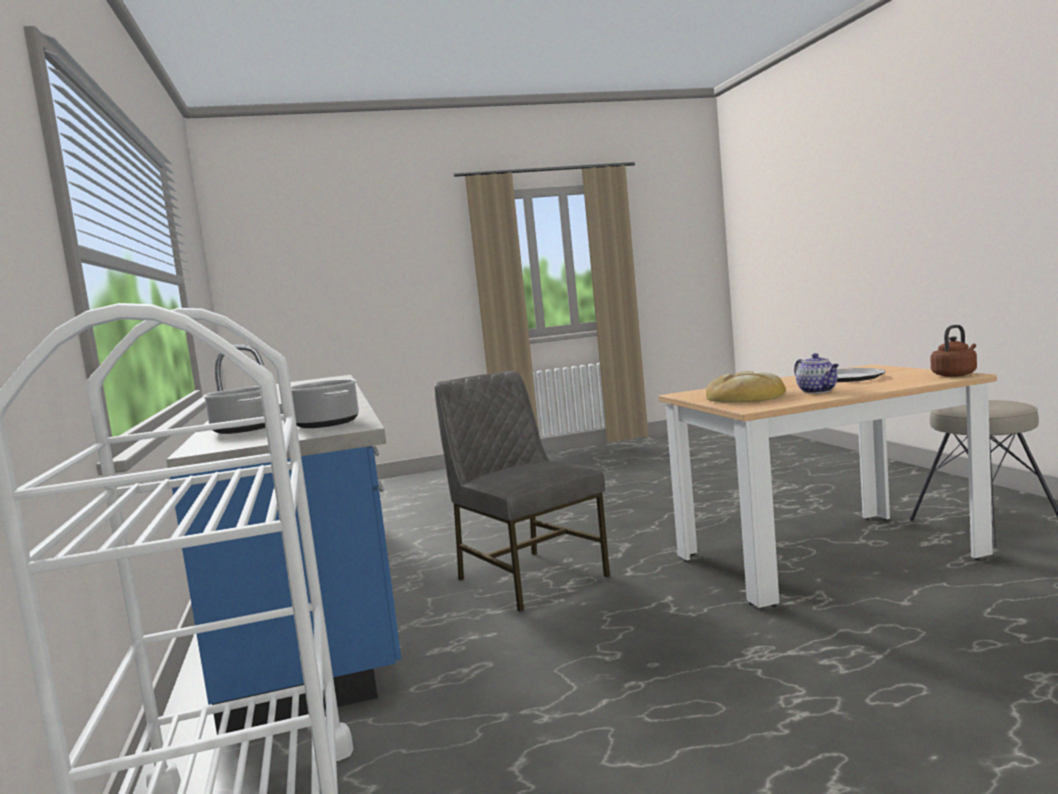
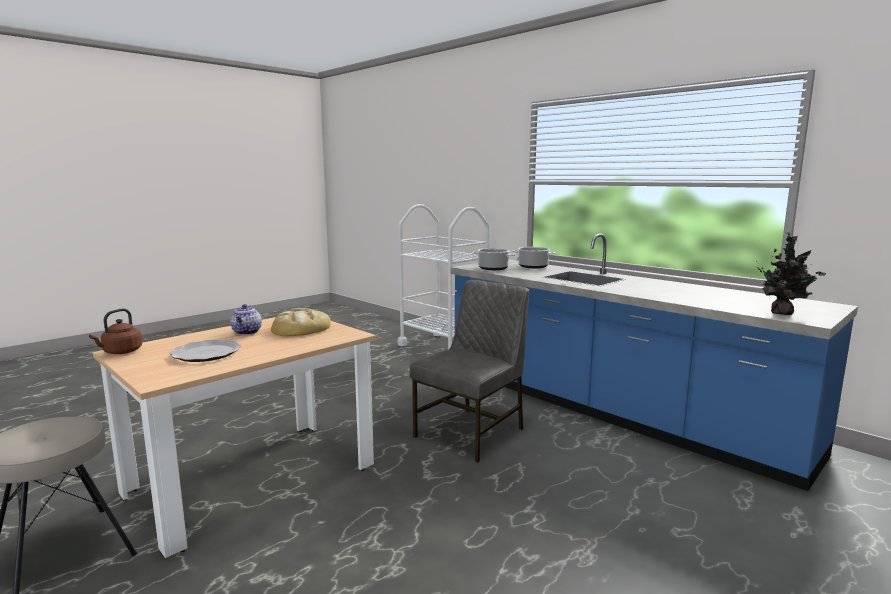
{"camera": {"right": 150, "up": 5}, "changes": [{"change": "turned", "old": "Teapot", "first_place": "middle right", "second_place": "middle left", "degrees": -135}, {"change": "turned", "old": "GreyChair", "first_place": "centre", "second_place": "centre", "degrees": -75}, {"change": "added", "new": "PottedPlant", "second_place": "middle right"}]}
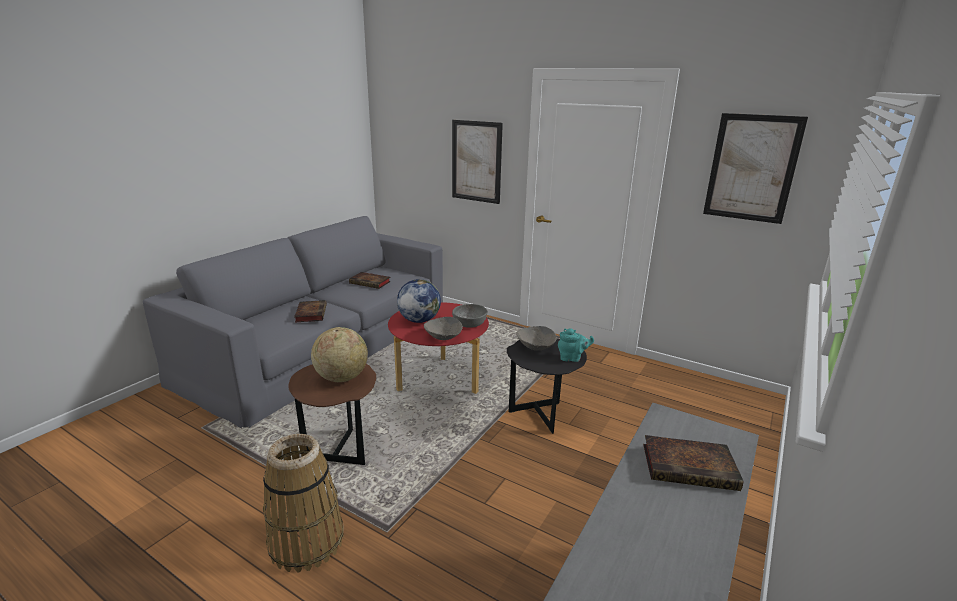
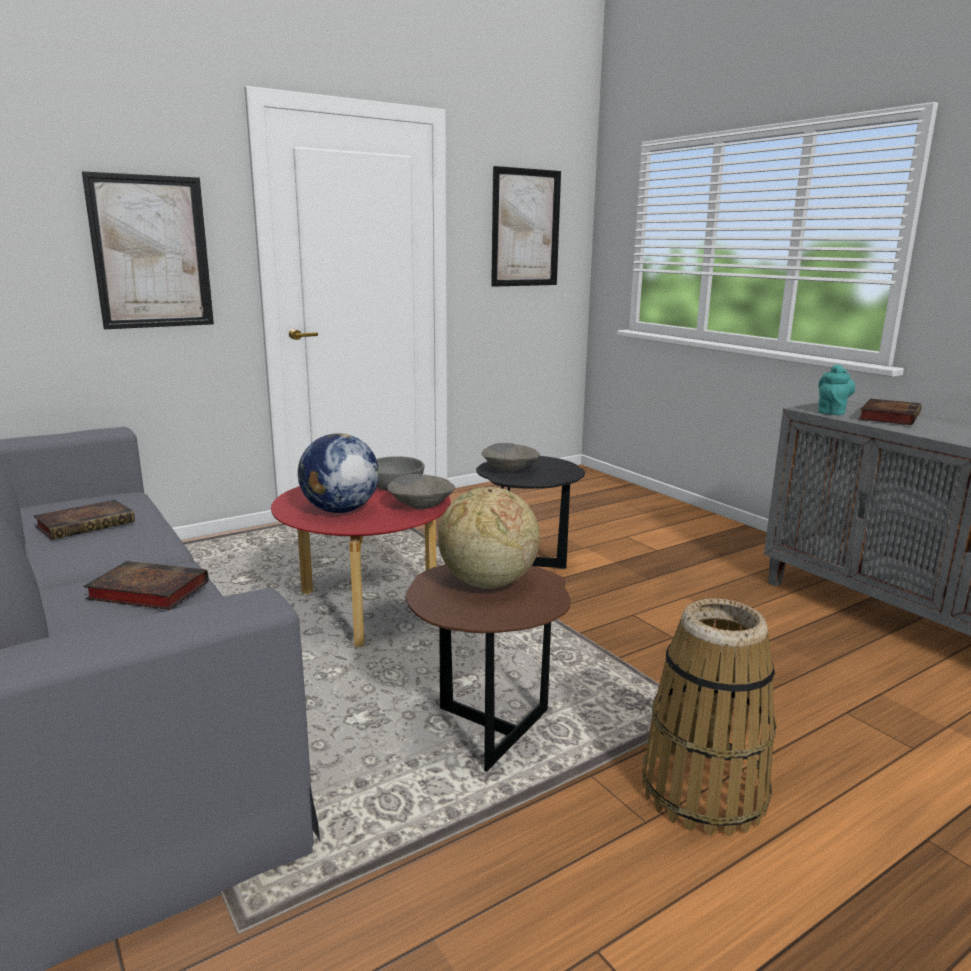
{"camera": {"right": -65, "up": -5}, "changes": [{"change": "moved", "old": "TurquoiseTeapot", "first_place": "centre", "second_place": "middle right"}]}
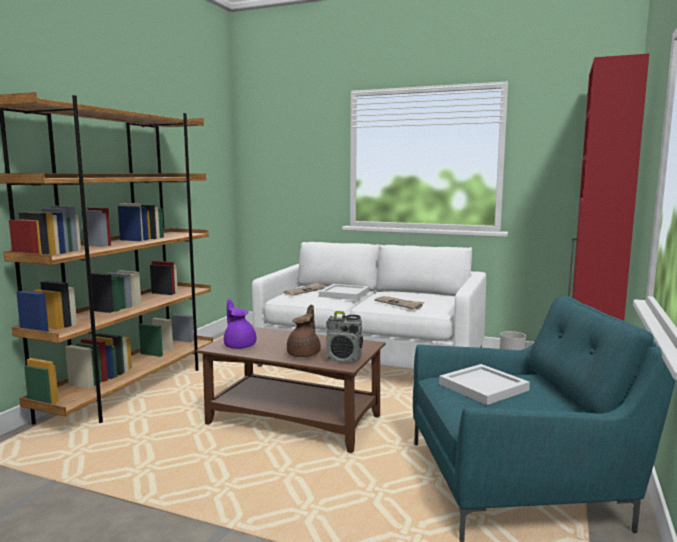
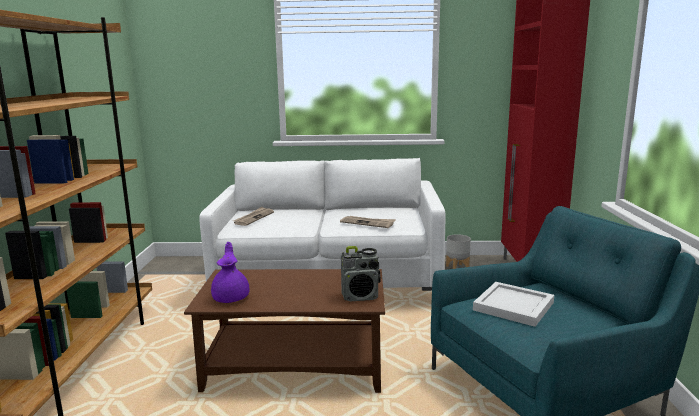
{"camera": {"right": -20, "up": 5}, "changes": [{"change": "removed", "old": "WhiteTray (1st from left)", "first_place": "centre"}, {"change": "turned", "old": "PurpleTeapot", "first_place": "centre", "second_place": "middle left", "degrees": 45}, {"change": "removed", "old": "BrownTeapot", "first_place": "centre"}]}
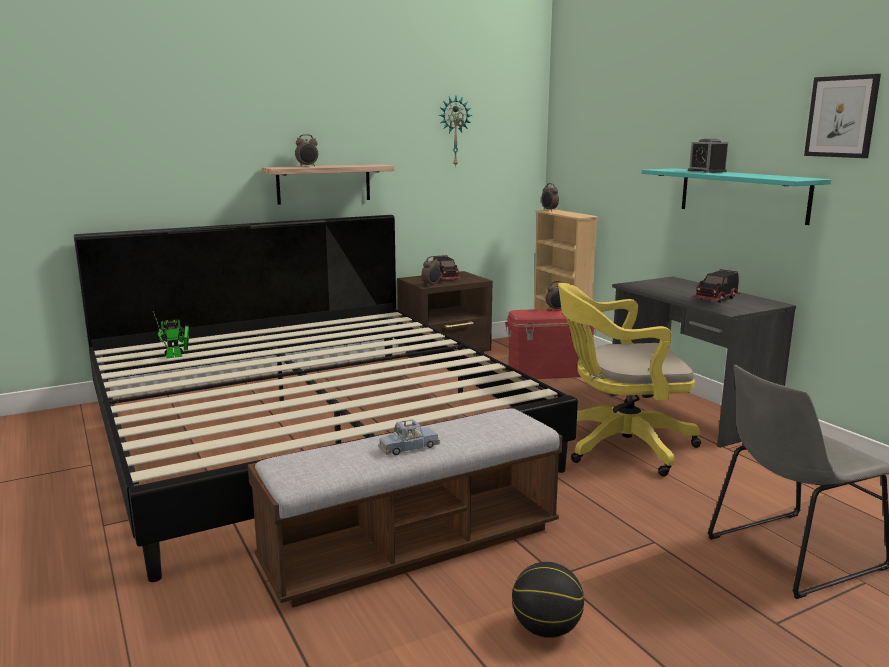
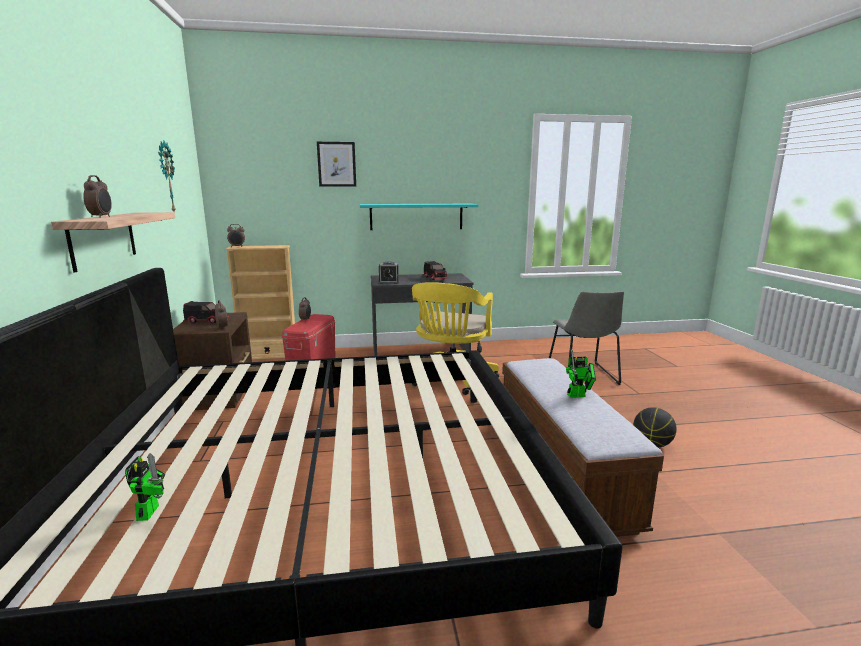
{"camera": {"right": -70, "up": 0}, "changes": [{"change": "moved", "old": "Picture", "first_place": "top right", "second_place": "top centre"}, {"change": "moved", "old": "AlarmClock (5th from left)", "first_place": "top right", "second_place": "centre"}, {"change": "replaced", "old": "BlueToyCar", "new": "ToyRobot (2nd from left)", "first_place": "centre", "second_place": "middle right"}]}
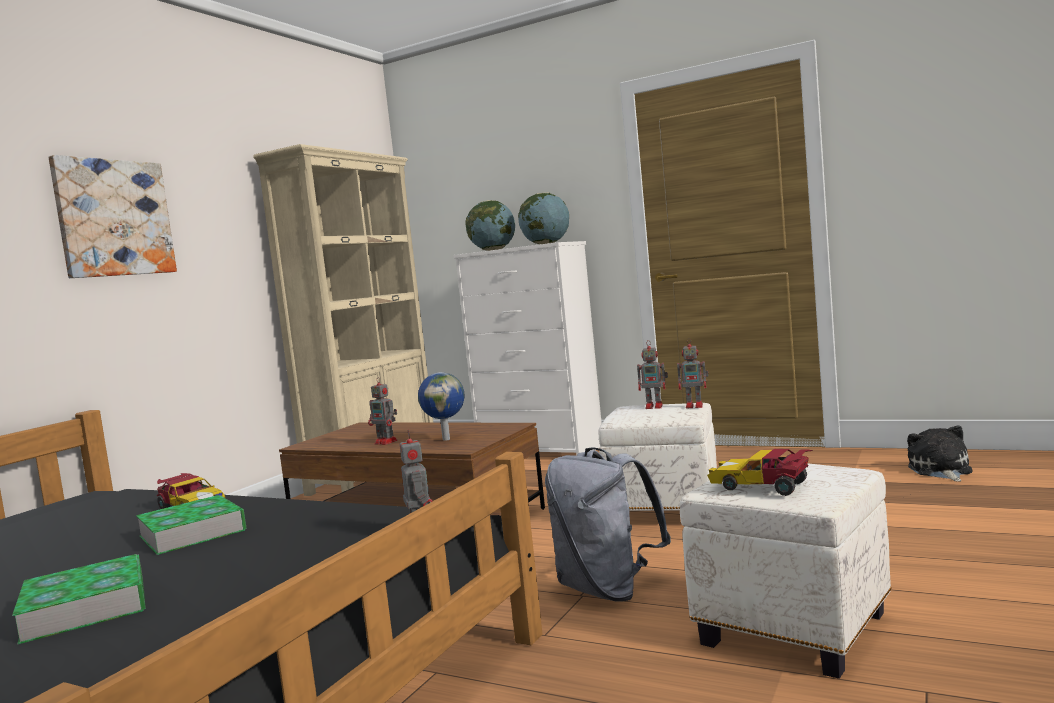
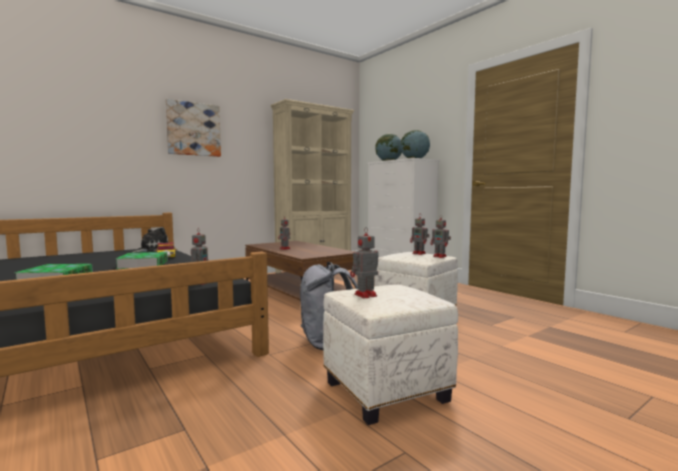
{"camera": {"right": 25, "up": 0}, "changes": [{"change": "removed", "old": "Globe (1st from left)", "first_place": "centre"}, {"change": "moved", "old": "PlushToy", "first_place": "middle right", "second_place": "middle left"}, {"change": "replaced", "old": "ToyCar (2nd from left)", "new": "ToyRobot (3rd from left)", "first_place": "bottom right", "second_place": "centre"}]}
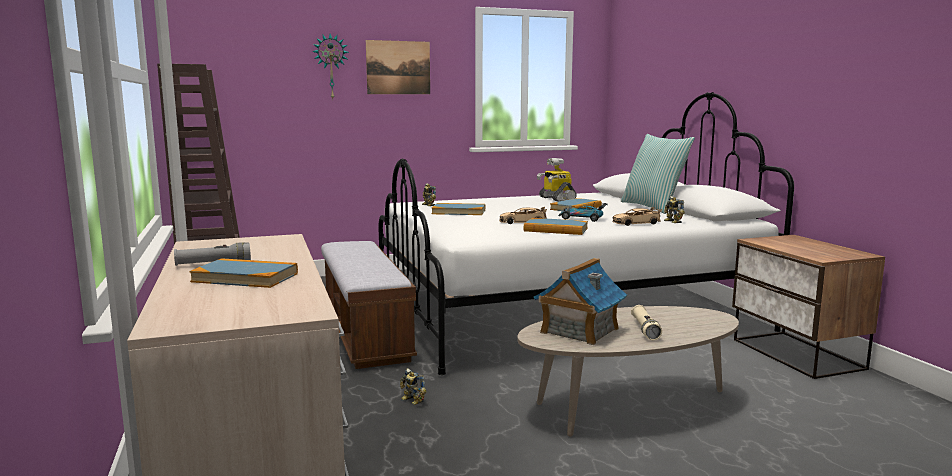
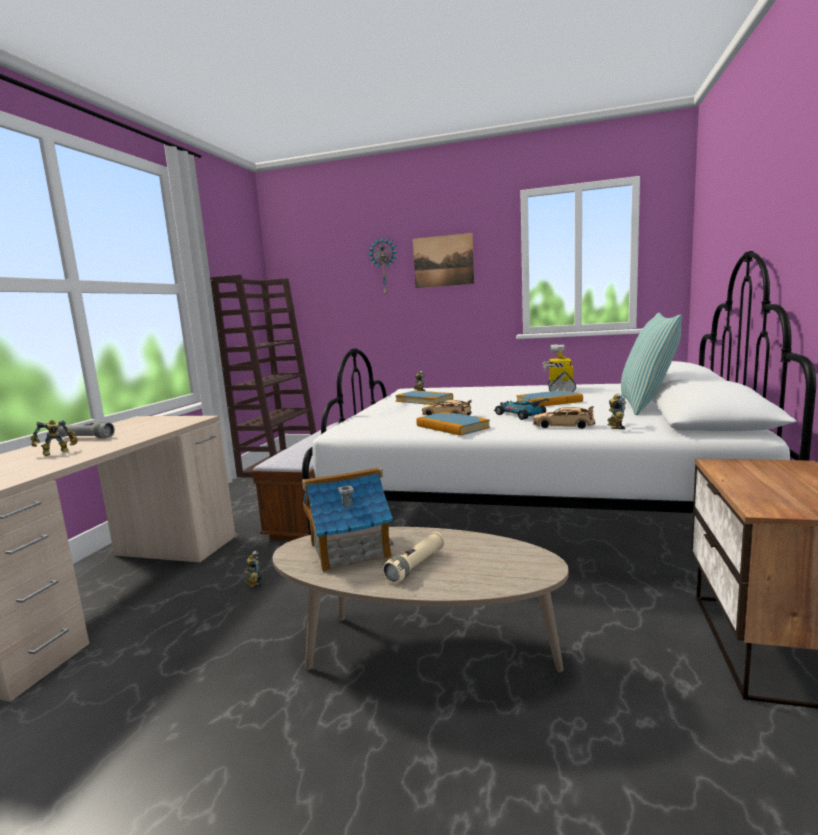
{"camera": {"right": 35, "up": 0}, "changes": [{"change": "replaced", "old": "Book (1st from left)", "new": "ToyRobot (1st from left)", "first_place": "middle left", "second_place": "middle left"}]}
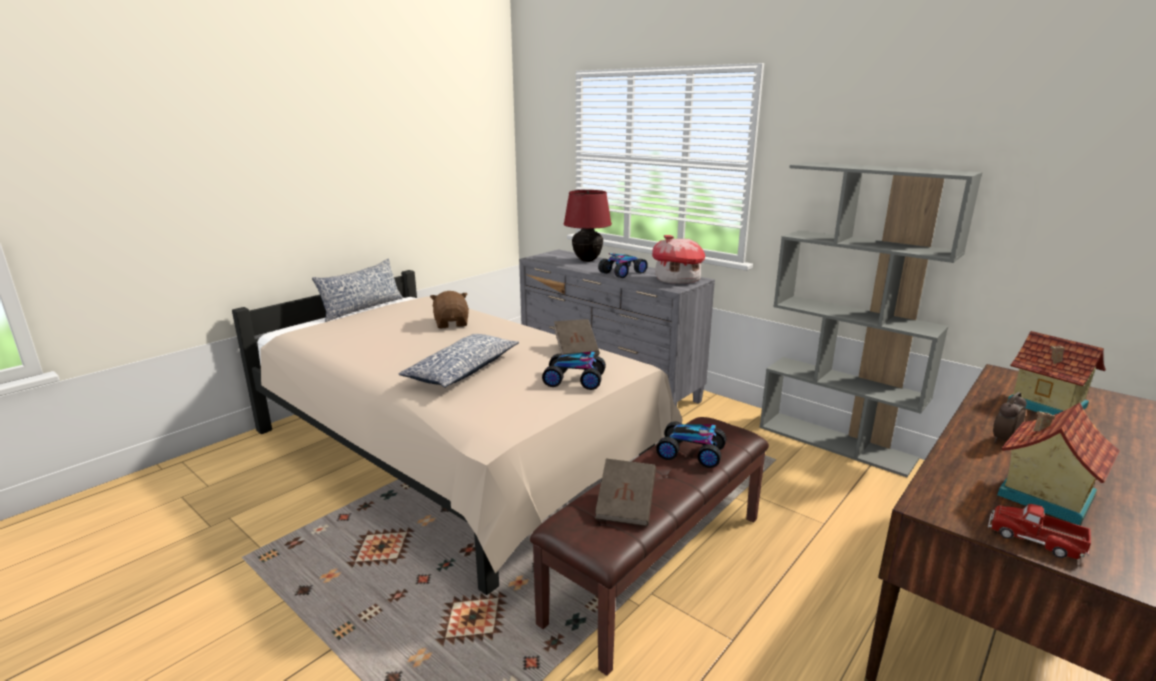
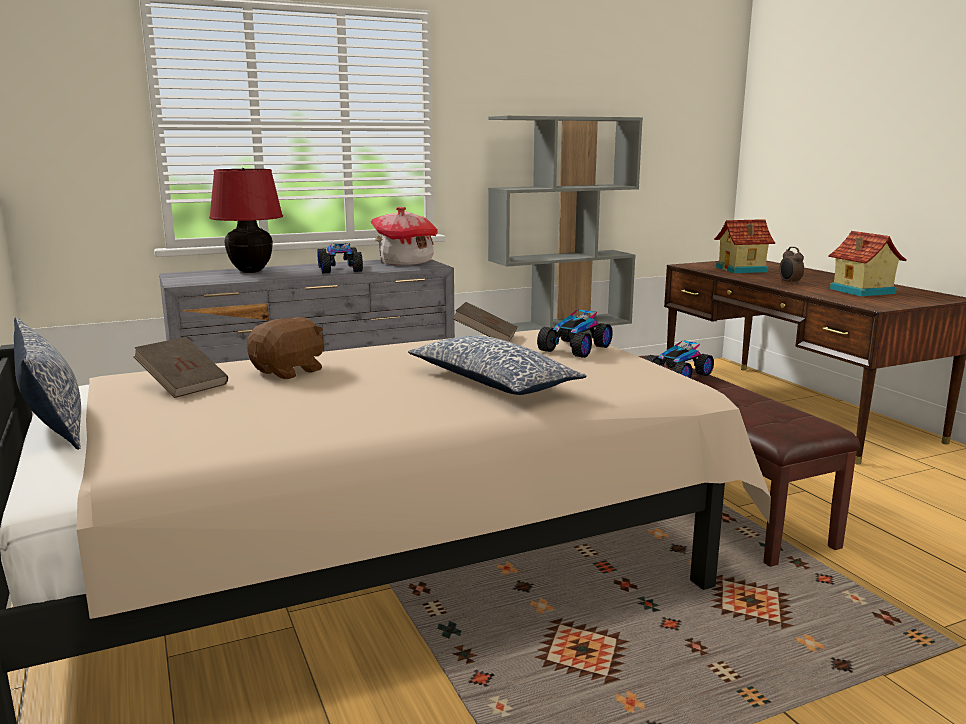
{"camera": {"right": -65, "up": -5}, "changes": [{"change": "turned", "old": "BrownPlushToy", "first_place": "centre", "second_place": "middle left", "degrees": 120}, {"change": "moved", "old": "BrownBook (2nd from left in the first image)", "new": "BrownBook (1st from left)", "first_place": "bottom centre", "second_place": "middle left"}, {"change": "removed", "old": "ToyTruck", "first_place": "bottom right"}]}
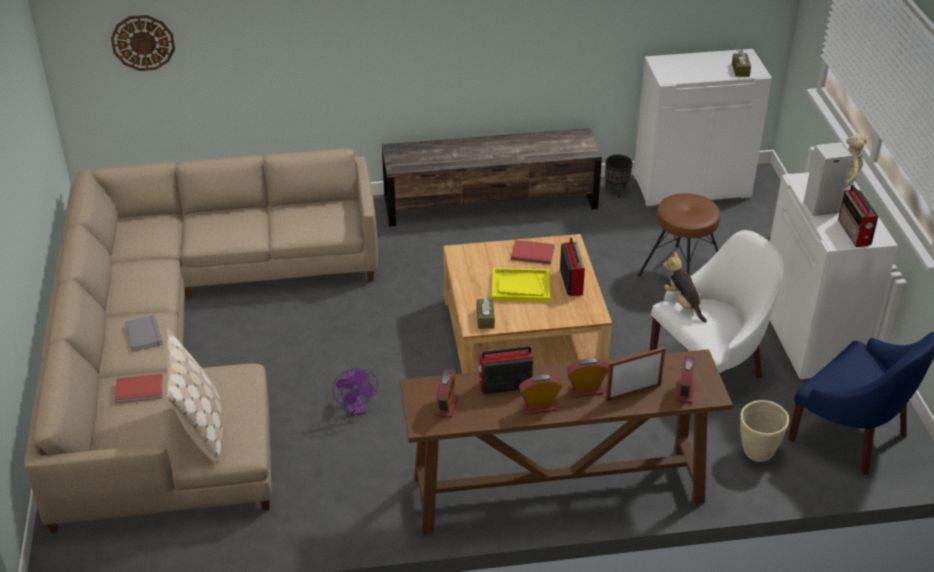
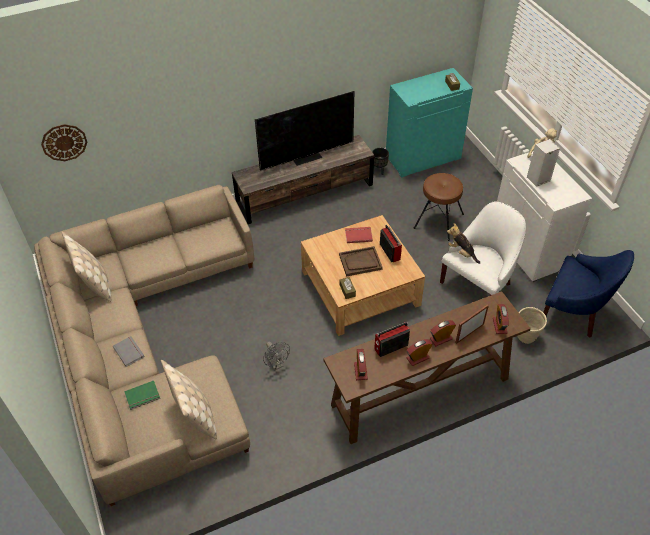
{"camera": {"right": -15, "up": 10}, "changes": [{"change": "recoloured", "old": "WhiteCabinet (1st from left)", "new": "TurquoiseCabinet", "first_place": "top right", "second_place": "top centre"}, {"change": "removed", "old": "Radio (3rd from left)", "first_place": "middle right"}, {"change": "recoloured", "old": "YellowTray", "new": "BrownTray", "first_place": "centre", "second_place": "centre"}, {"change": "recoloured", "old": "PurpleFan", "new": "GreyFan", "first_place": "bottom centre", "second_place": "centre"}, {"change": "recoloured", "old": "RedBook (1st from left)", "new": "GreenBook", "first_place": "bottom left", "second_place": "bottom left"}, {"change": "added", "new": "Television", "second_place": "top centre"}, {"change": "added", "new": "BeigePillow (1st from left)", "second_place": "middle left"}]}
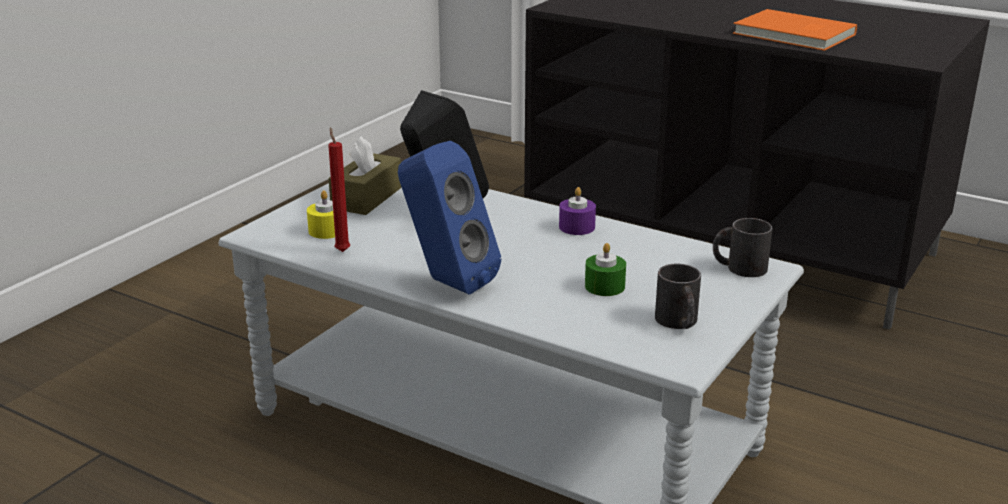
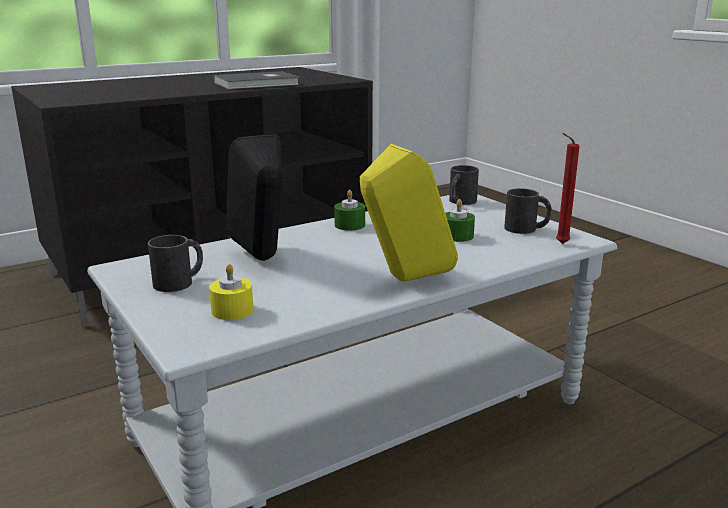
{"camera": {"right": -65, "up": -5}, "changes": [{"change": "recoloured", "old": "OrangeBook", "new": "GreyBook", "first_place": "top right", "second_place": "top centre"}, {"change": "moved", "old": "RedCandle", "first_place": "centre", "second_place": "middle right"}, {"change": "replaced", "old": "BrownTissueBox", "new": "BlackMug (1st from left)", "first_place": "centre", "second_place": "middle left"}, {"change": "recoloured", "old": "BlueSpeaker", "new": "YellowSpeaker", "first_place": "centre", "second_place": "centre"}, {"change": "recoloured", "old": "PurpleCandle", "new": "GreenCandle (1st from left)", "first_place": "centre", "second_place": "centre"}]}
